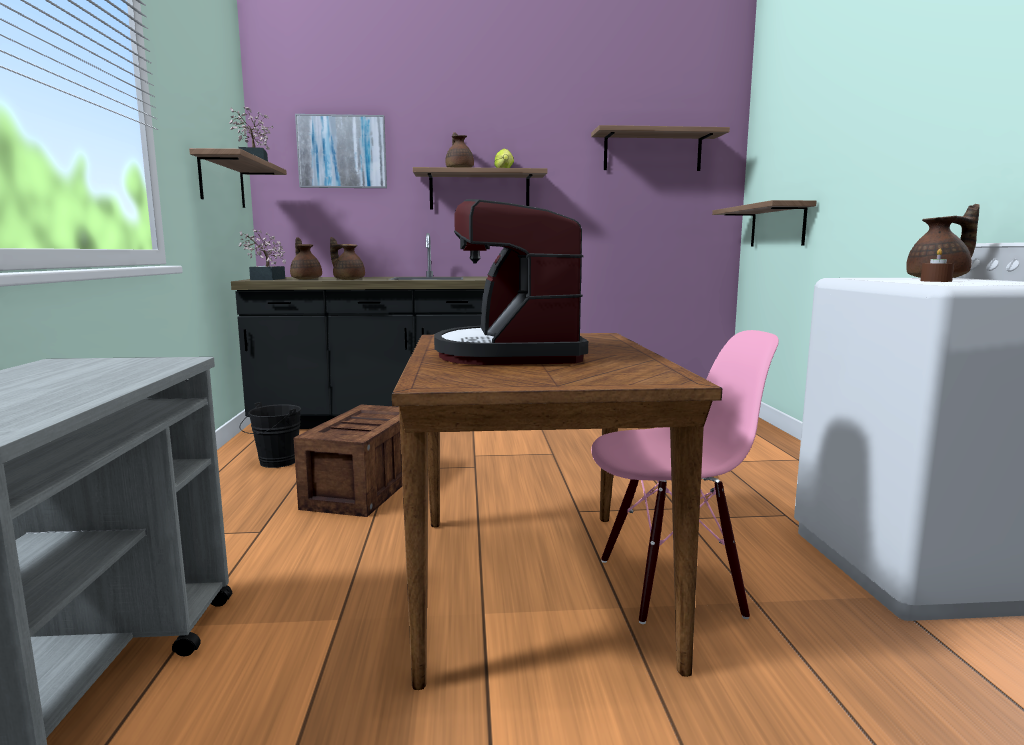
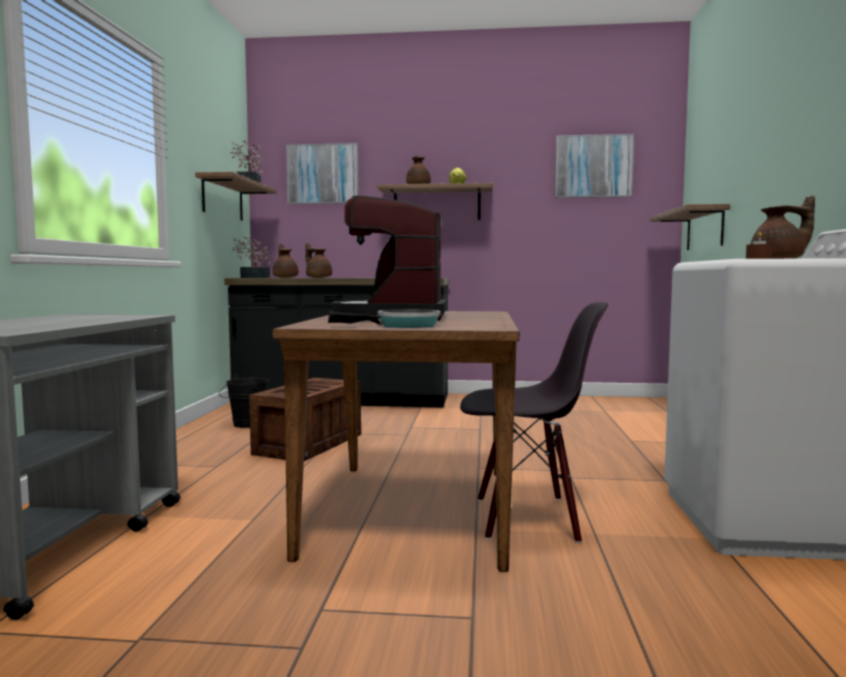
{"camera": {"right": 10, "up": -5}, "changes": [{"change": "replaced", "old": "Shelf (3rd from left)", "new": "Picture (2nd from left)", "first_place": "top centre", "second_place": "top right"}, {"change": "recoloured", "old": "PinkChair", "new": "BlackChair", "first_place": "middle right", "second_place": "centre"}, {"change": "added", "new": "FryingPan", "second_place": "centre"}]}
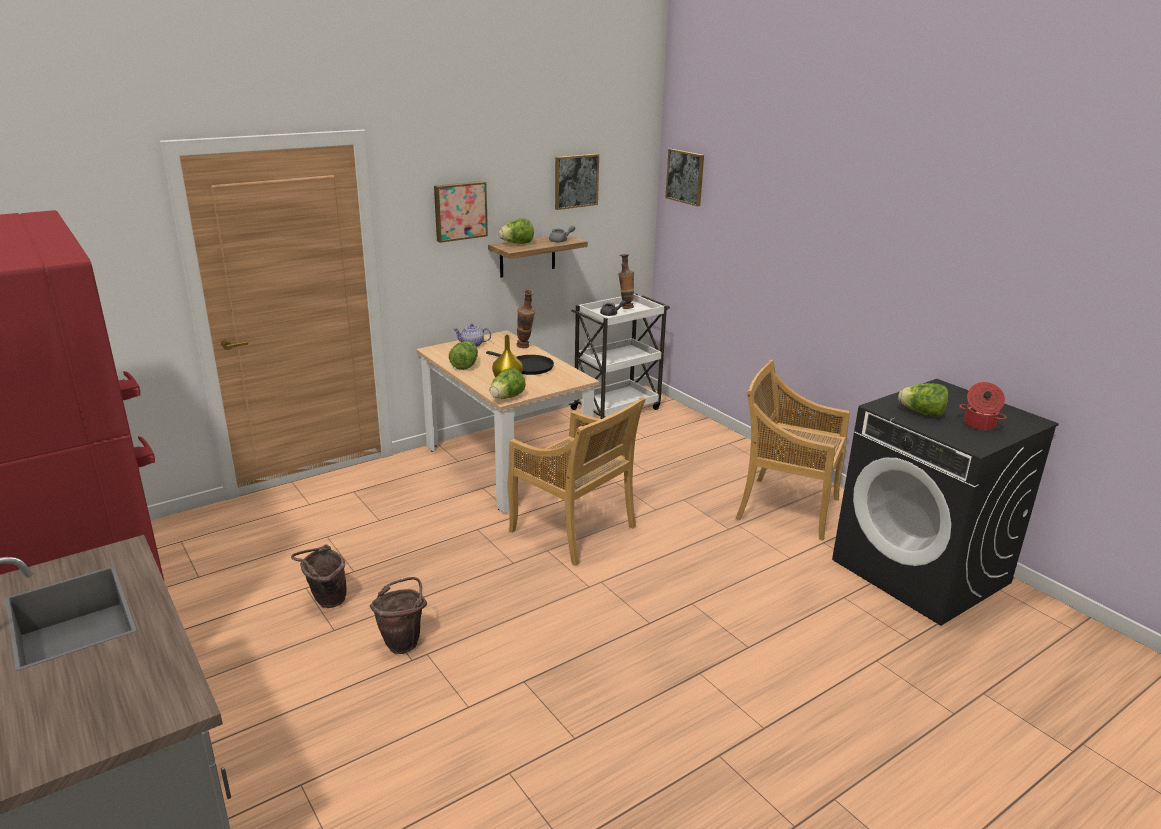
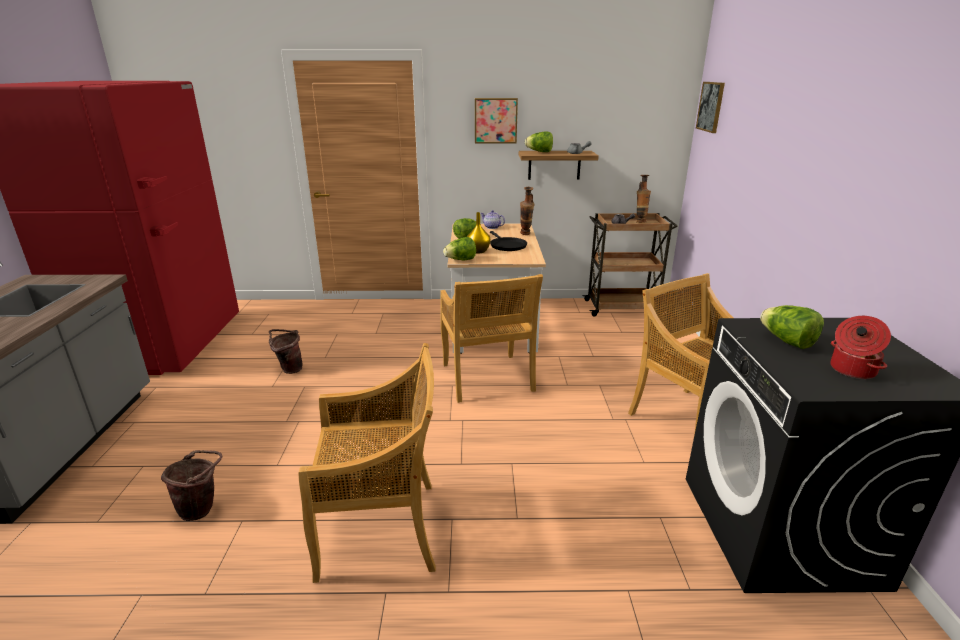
{"camera": {"right": 35, "up": 0}, "changes": [{"change": "removed", "old": "Picture (2nd from left)", "first_place": "top centre"}, {"change": "recoloured", "old": "WhiteCart", "new": "BrownCart", "first_place": "centre", "second_place": "centre"}, {"change": "moved", "old": "BrownBucket (2nd from left in the first image)", "new": "BrownBucket (1st from left)", "first_place": "bottom centre", "second_place": "bottom left"}, {"change": "added", "new": "BeigeChair (1st from left)", "second_place": "bottom centre"}]}
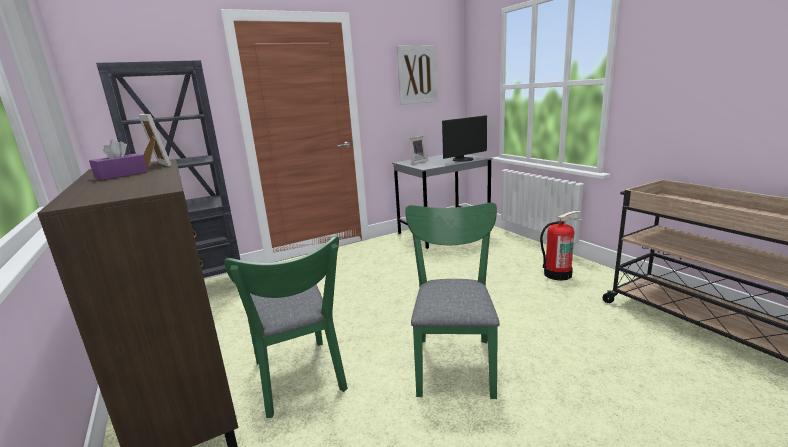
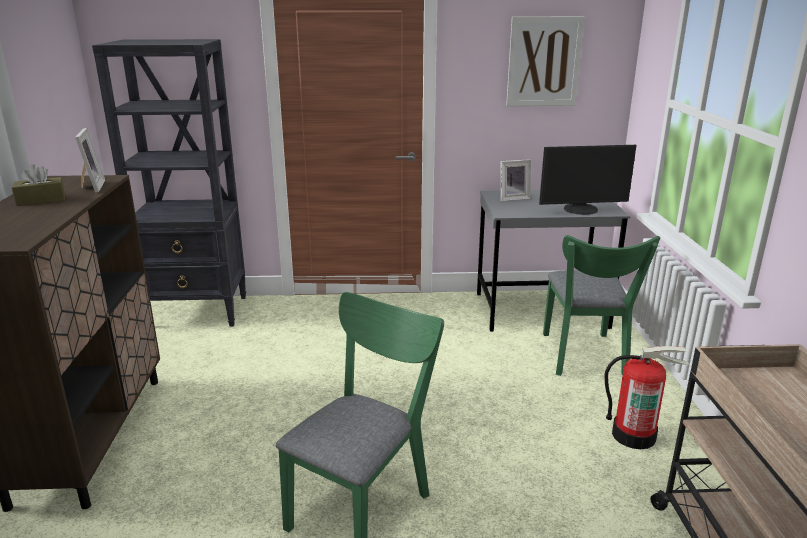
{"camera": {"right": 25, "up": 5}, "changes": [{"change": "recoloured", "old": "PurpleTissueBox", "new": "BrownTissueBox", "first_place": "middle left", "second_place": "middle left"}, {"change": "moved", "old": "GreenChair (1st from left in the first image)", "new": "GreenChair (2nd from left)", "first_place": "bottom centre", "second_place": "middle right"}]}
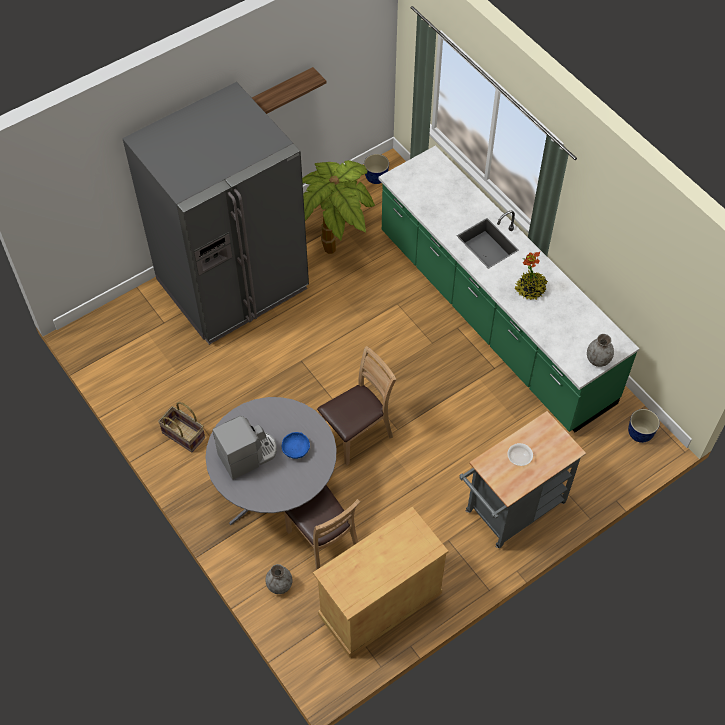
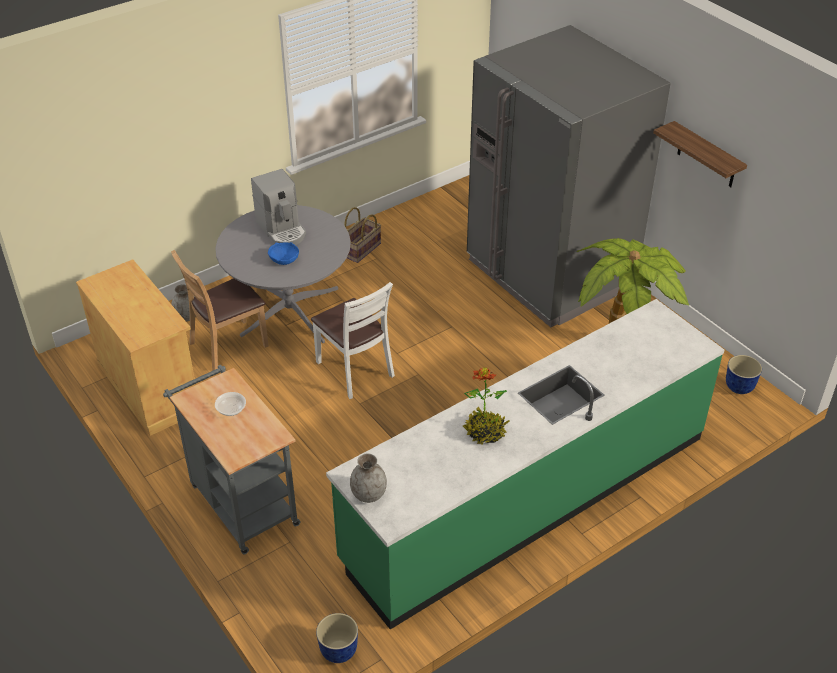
{"camera": {"right": 90, "up": -15}, "changes": [{"change": "recoloured", "old": "BrownChair (2nd from left)", "new": "WhiteChair", "first_place": "centre", "second_place": "centre"}]}
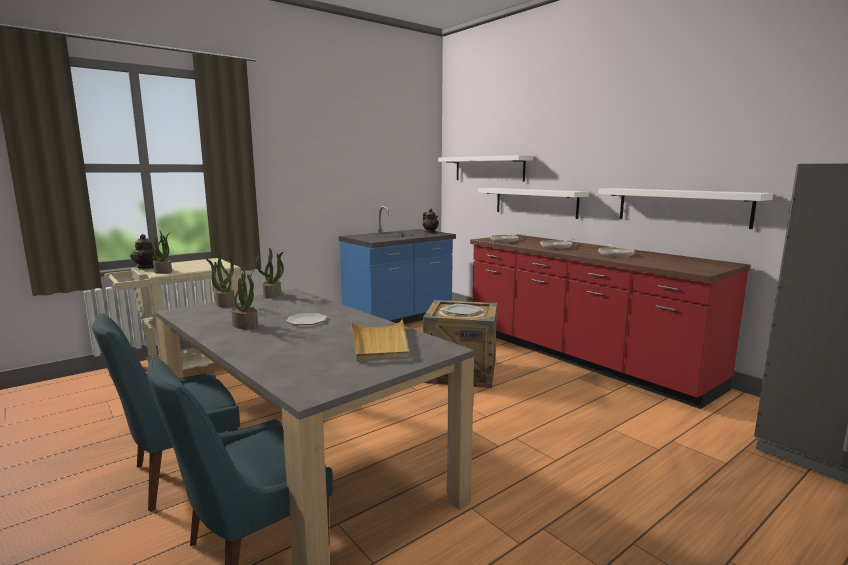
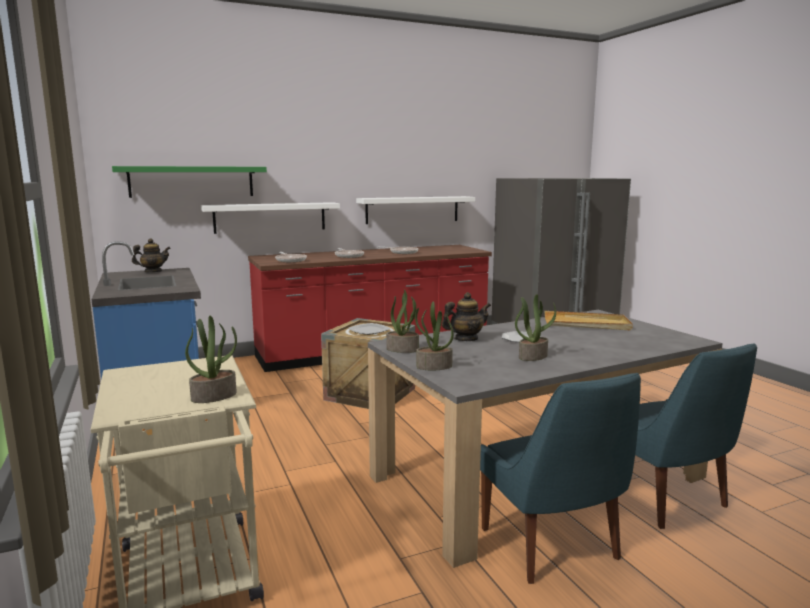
{"camera": {"right": -75, "up": 0}, "changes": [{"change": "recoloured", "old": "WhiteShelf (1st from left)", "new": "GreenShelf", "first_place": "top centre", "second_place": "top left"}, {"change": "moved", "old": "Teapot (1st from left in the first image)", "new": "Teapot (2nd from left)", "first_place": "middle left", "second_place": "centre"}]}
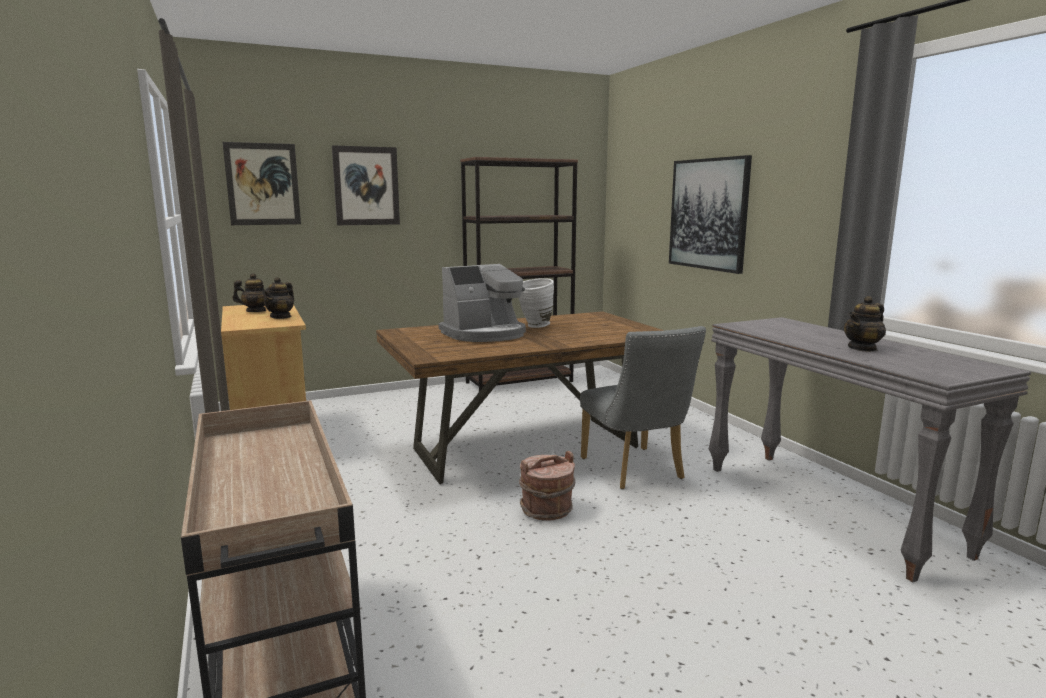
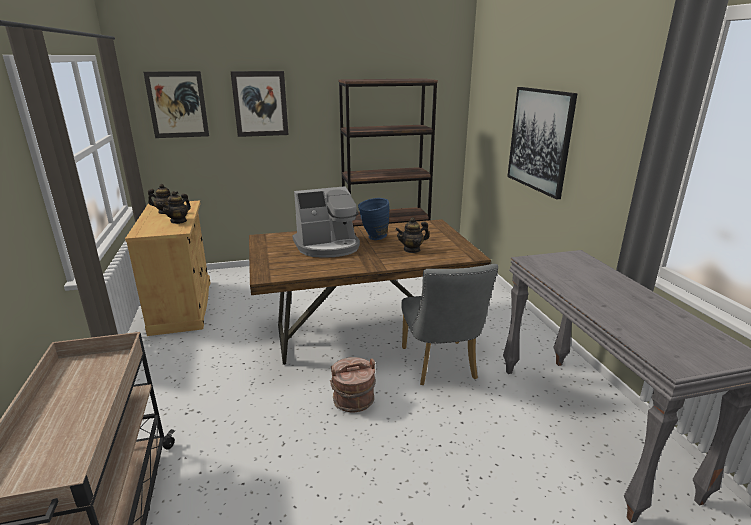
{"camera": {"right": 10, "up": 10}, "changes": [{"change": "recoloured", "old": "WhiteVase", "new": "BlueVase", "first_place": "centre", "second_place": "centre"}, {"change": "moved", "old": "Teapot (3rd from left)", "first_place": "middle right", "second_place": "centre"}]}
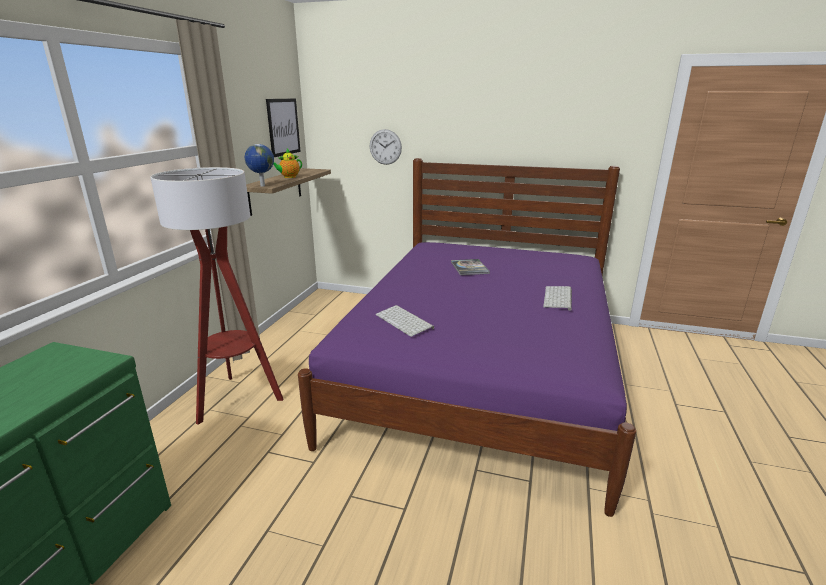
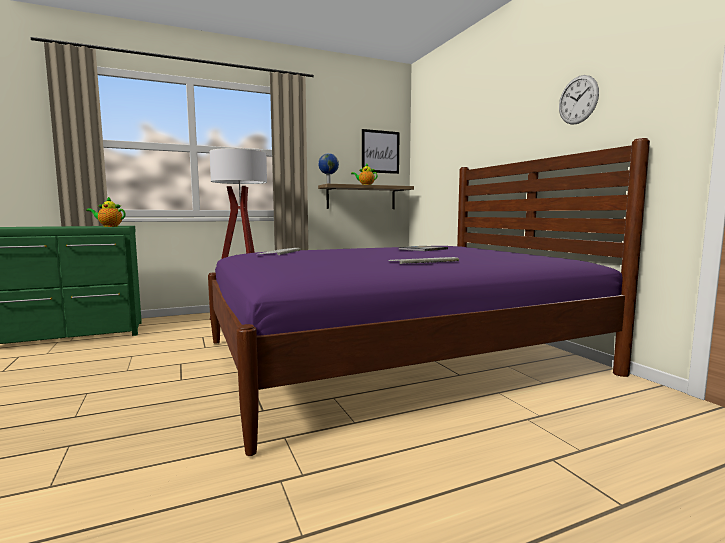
{"camera": {"right": 50, "up": -15}, "changes": [{"change": "moved", "old": "WallClock", "first_place": "top centre", "second_place": "top right"}, {"change": "added", "new": "Teapot (1st from left)", "second_place": "middle left"}]}
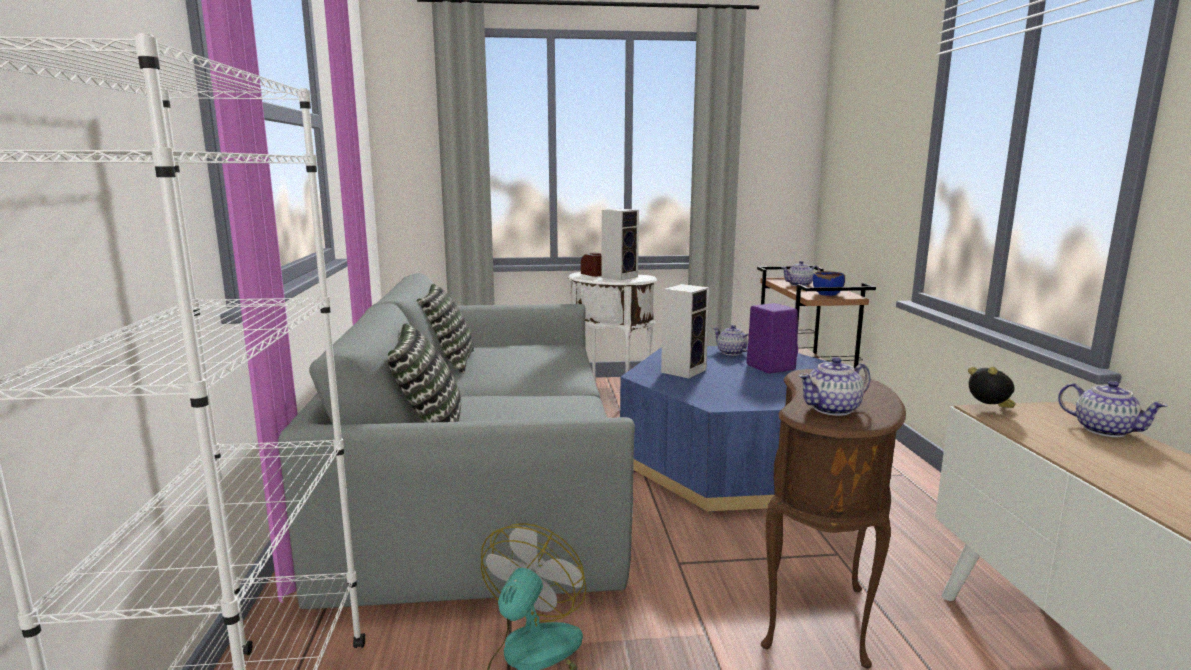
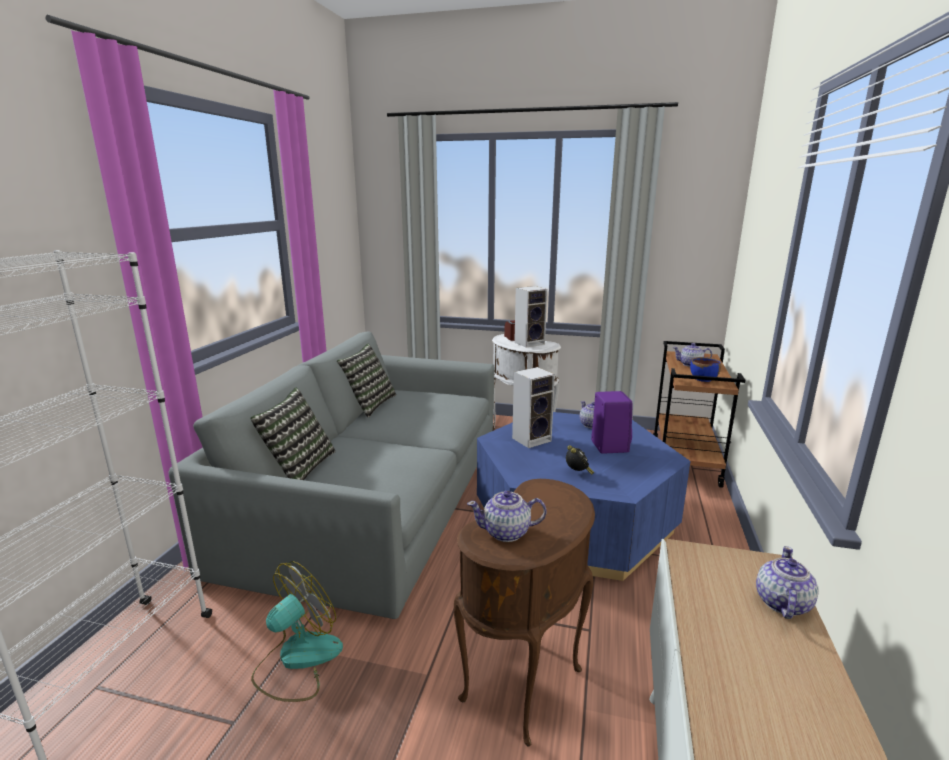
{"camera": {"right": 20, "up": 5}, "changes": [{"change": "moved", "old": "AlarmClock (2nd from left)", "first_place": "middle right", "second_place": "centre"}, {"change": "turned", "old": "Teapot (4th from left)", "first_place": "middle right", "second_place": "bottom right", "degrees": -135}]}
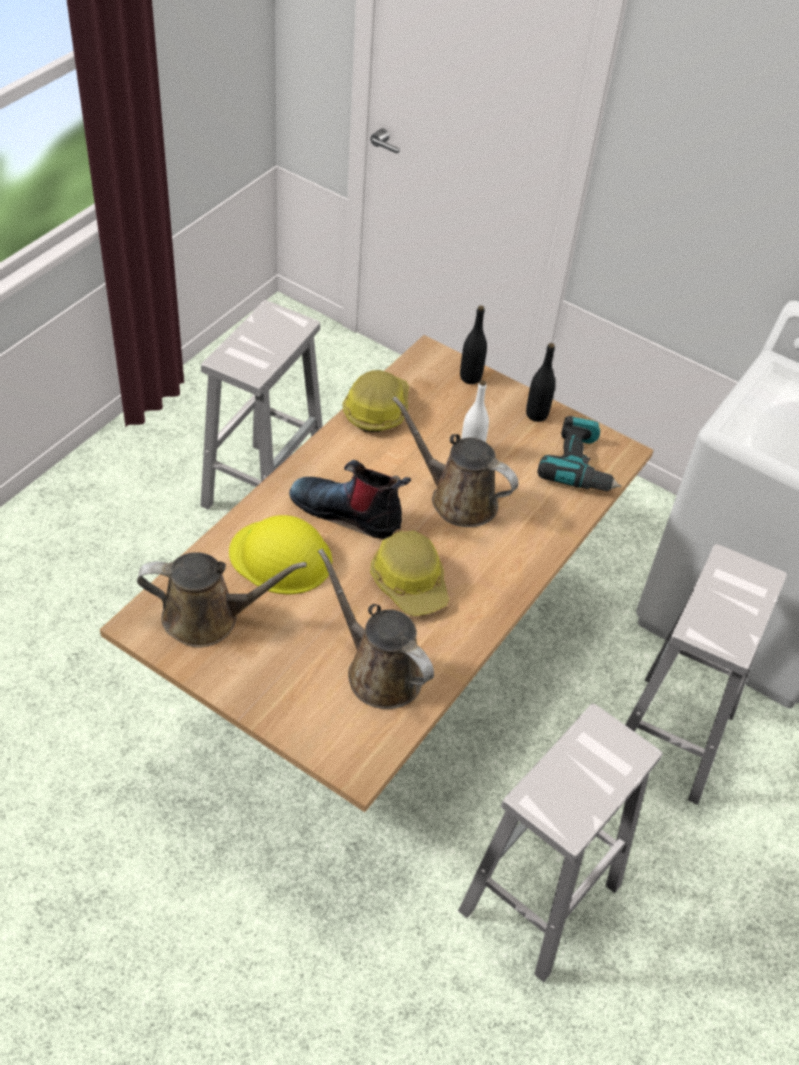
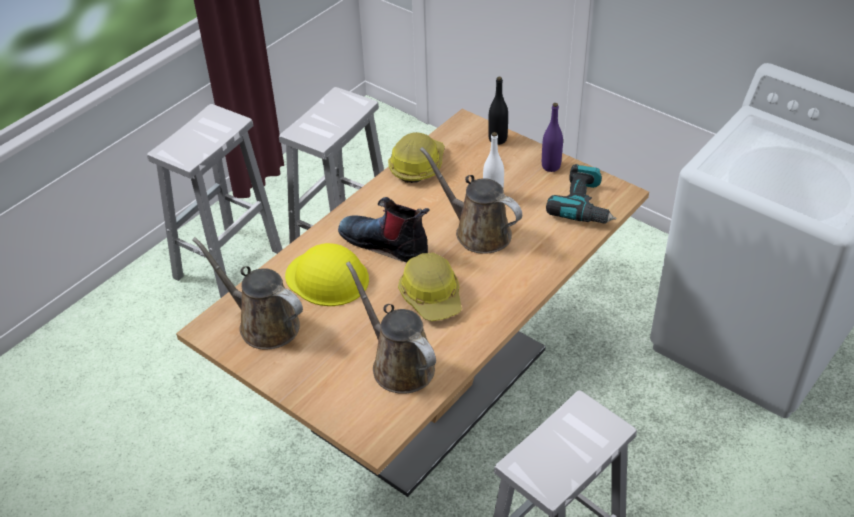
{"camera": {"right": 10, "up": -5}, "changes": [{"change": "recoloured", "old": "BlackBottle (2nd from left)", "new": "PurpleBottle", "first_place": "middle right", "second_place": "top centre"}, {"change": "moved", "old": "WhiteStool (3rd from left in the first image)", "new": "WhiteStool (1st from left)", "first_place": "middle right", "second_place": "middle left"}, {"change": "turned", "old": "BrownWateringCan (1st from left)", "first_place": "middle left", "second_place": "middle left", "degrees": -150}]}
